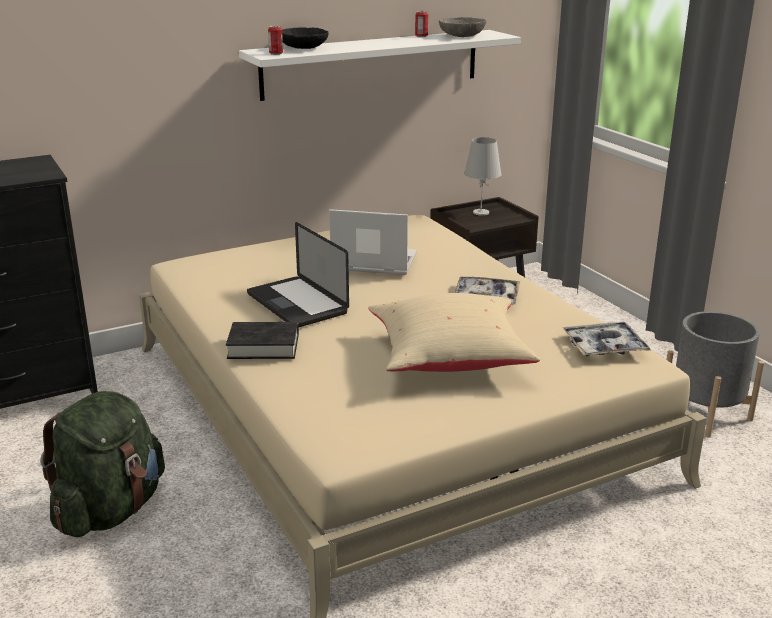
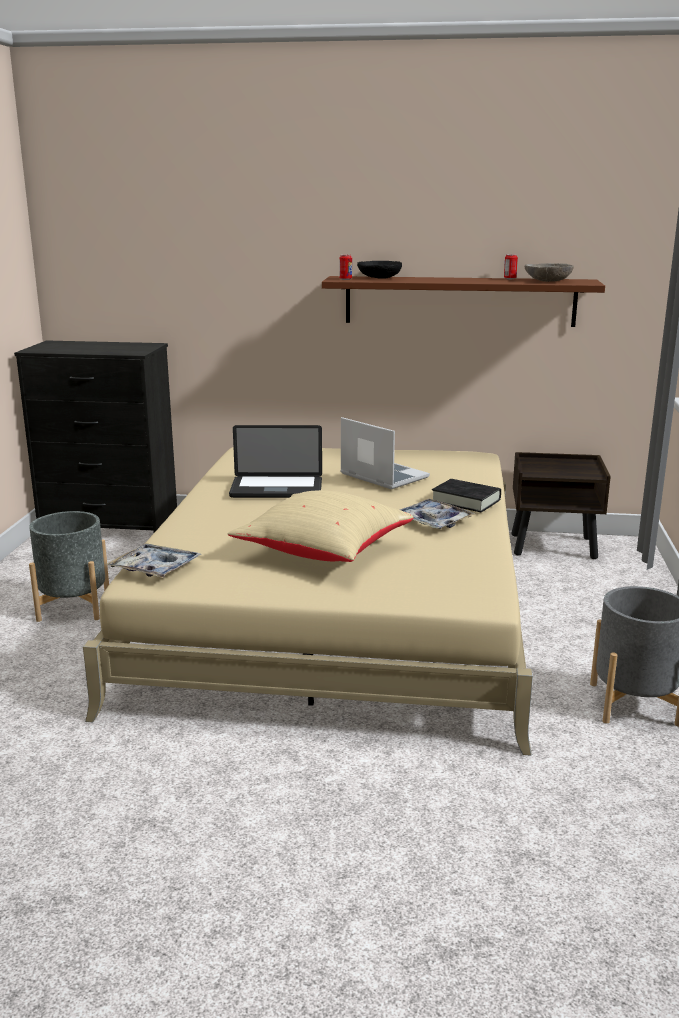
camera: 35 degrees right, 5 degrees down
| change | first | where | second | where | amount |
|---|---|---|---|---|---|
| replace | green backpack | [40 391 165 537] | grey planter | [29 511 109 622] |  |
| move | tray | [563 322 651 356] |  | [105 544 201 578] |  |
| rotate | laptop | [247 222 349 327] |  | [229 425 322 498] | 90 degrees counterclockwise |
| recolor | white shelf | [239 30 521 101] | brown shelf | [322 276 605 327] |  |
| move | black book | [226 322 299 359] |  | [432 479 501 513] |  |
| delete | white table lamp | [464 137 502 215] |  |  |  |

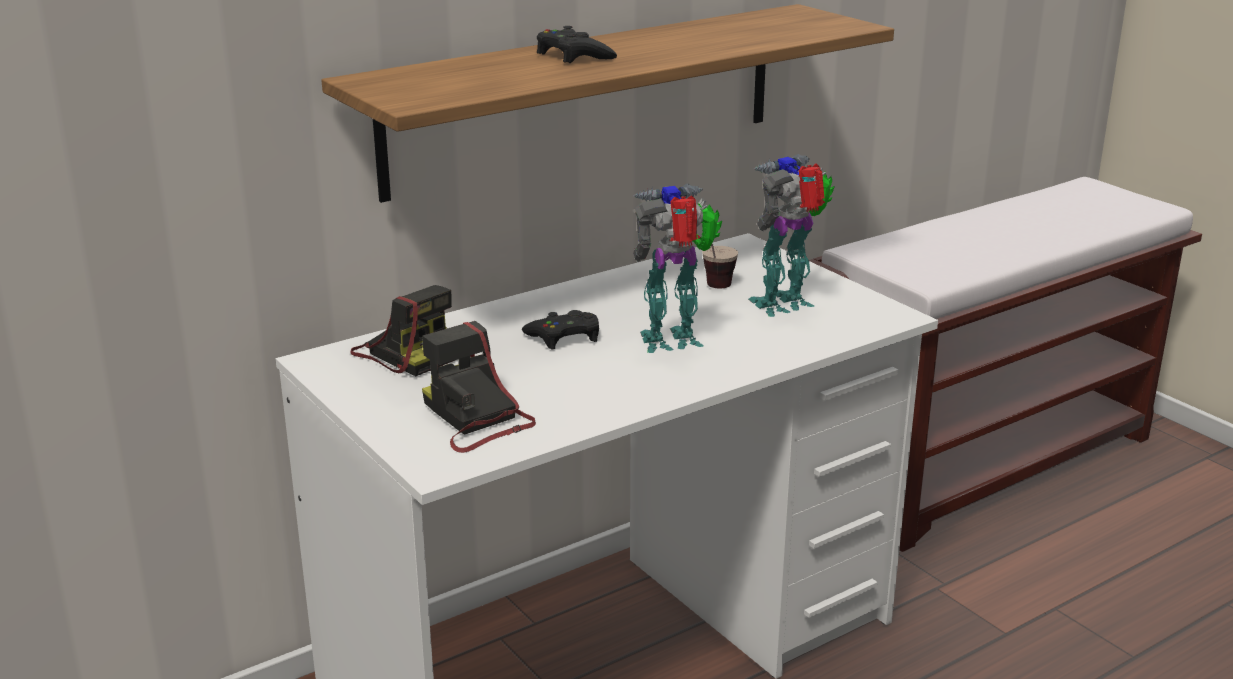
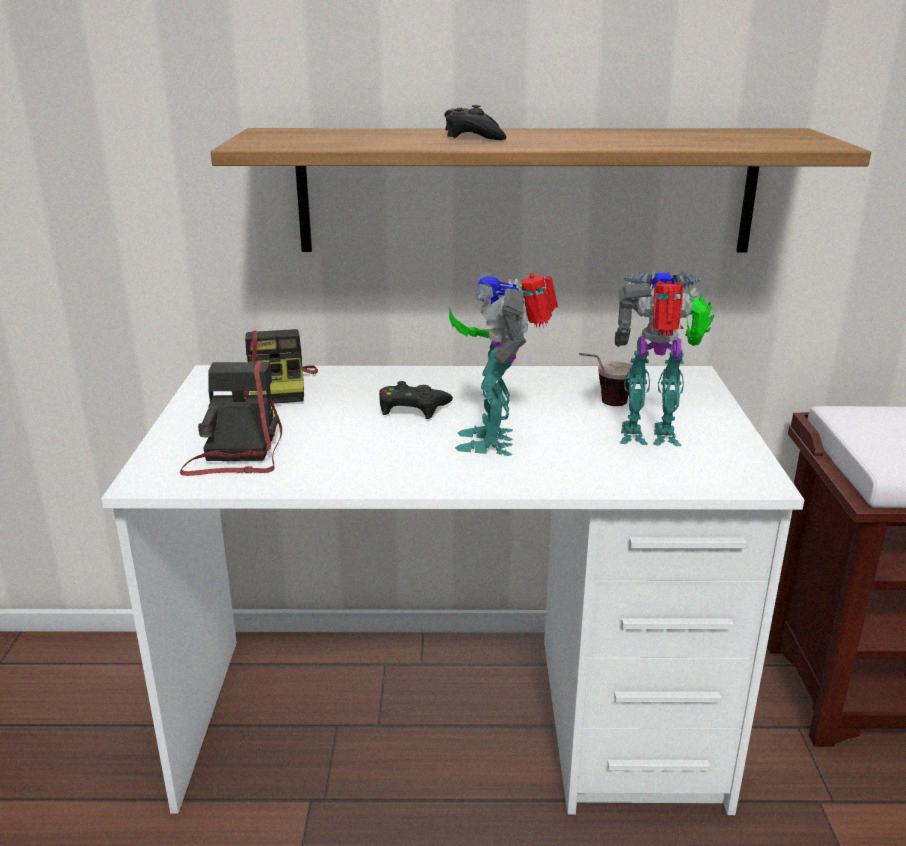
camera: 35 degrees right, 0 degrees up
| change | first | where | second | where | amount |
|---|---|---|---|---|---|
| rotate | toy robot | [633 184 722 353] |  | [449 272 558 456] | 105 degrees counterclockwise |

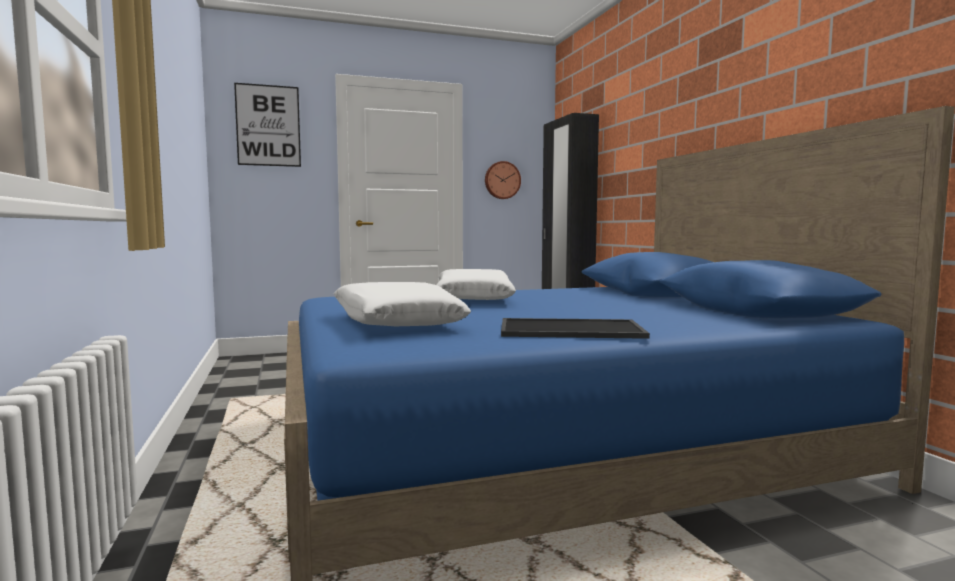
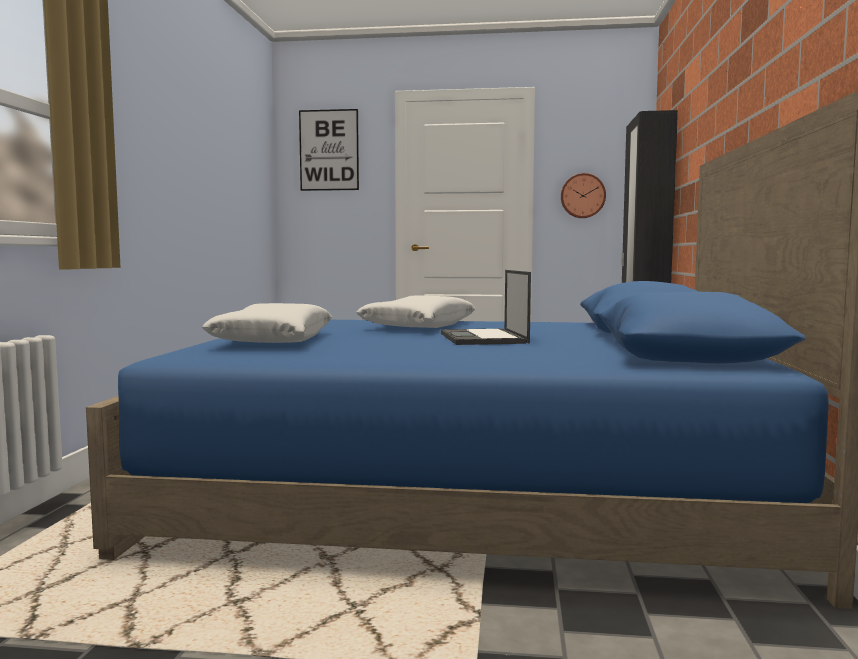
camera: 25 degrees right, 0 degrees up
| change | first | where | second | where | amount |
|---|---|---|---|---|---|
| insert |  |  | laptop | [441 270 531 345] |  |
| delete | tray | [501 318 650 339] |  |  |  |

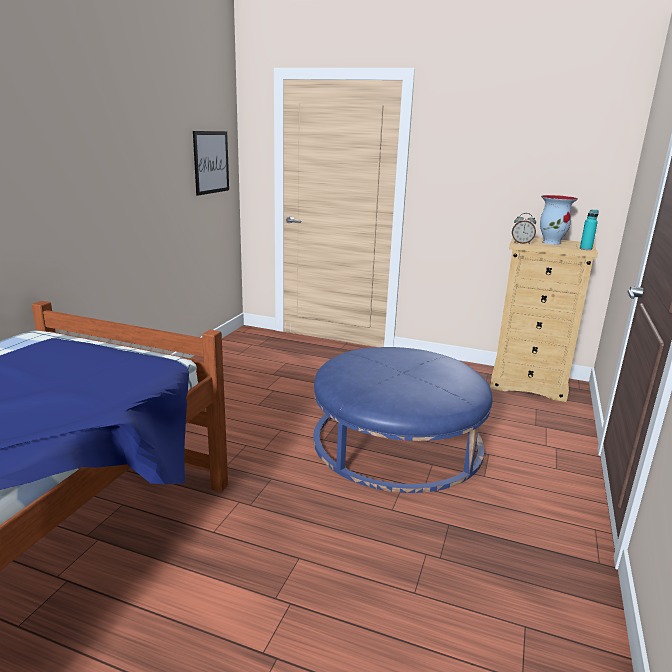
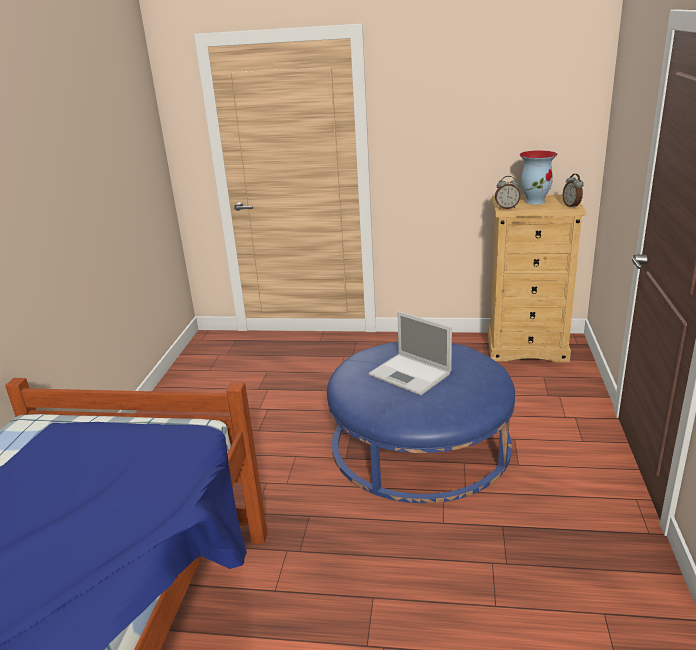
camera: 10 degrees left, 5 degrees up
| change | first | where | second | where | amount |
|---|---|---|---|---|---|
| insert |  |  | laptop | [368 311 452 395] |  |
| replace | turquoise bottle | [580 210 599 250] | alarm clock | [563 174 584 208] |  |
| delete | picture | [193 131 229 196] |  |  |  |

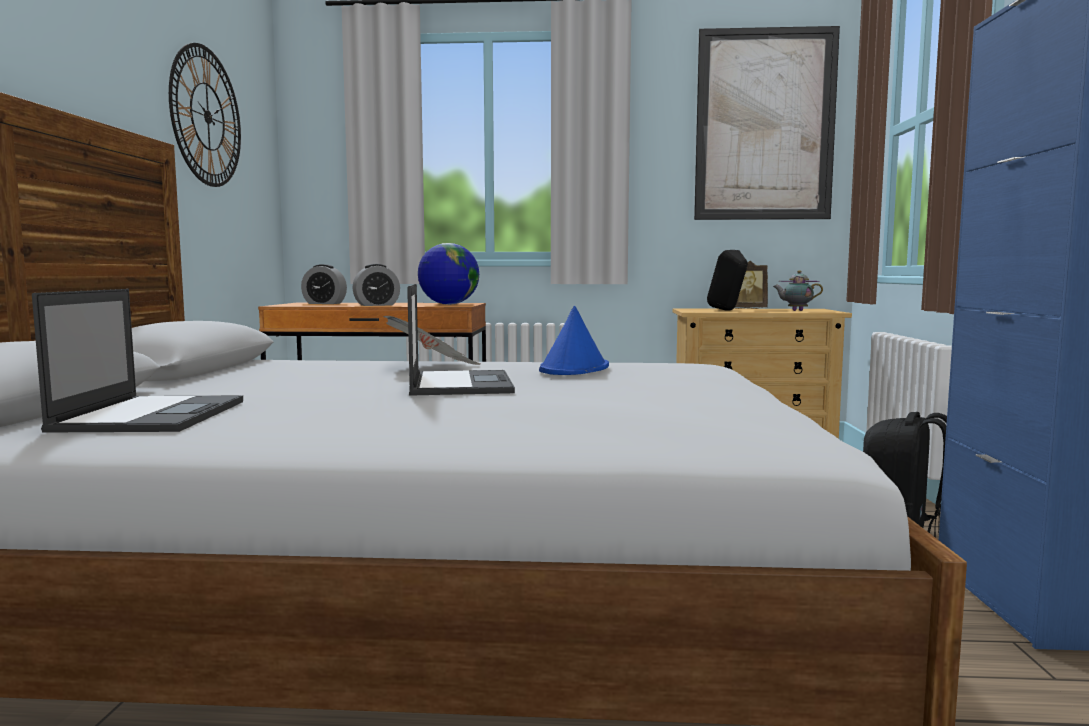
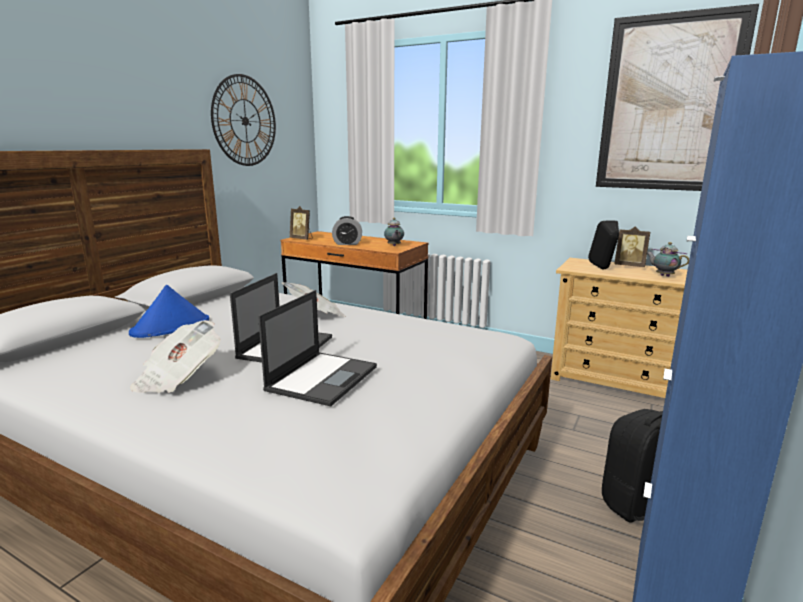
camera: 25 degrees right, 10 degrees up
| change | first | where | second | where | amount |
|---|---|---|---|---|---|
| move | blue hat | [539 306 609 375] |  | [129 285 209 338] |  |
| insert |  |  | newspaper | [130 320 221 393] |  |
| move | laptop | [32 289 243 433] |  | [258 290 377 406] |  |
| insert |  |  | picture frame | [290 206 313 240] |  |
| replace | globe | [418 243 479 305] | teapot | [384 218 404 246] |  |
| delete | alarm clock | [301 264 347 304] |  |  |  |

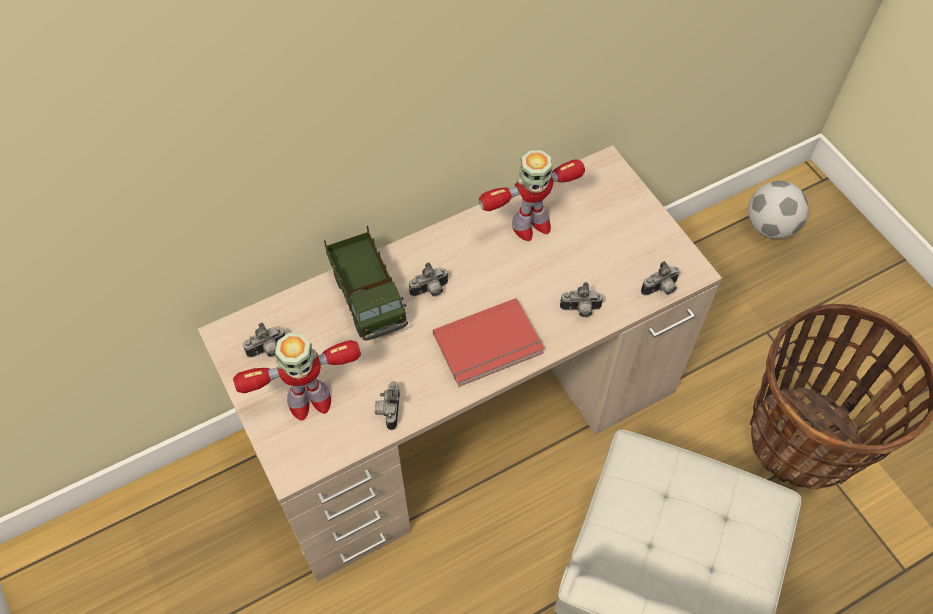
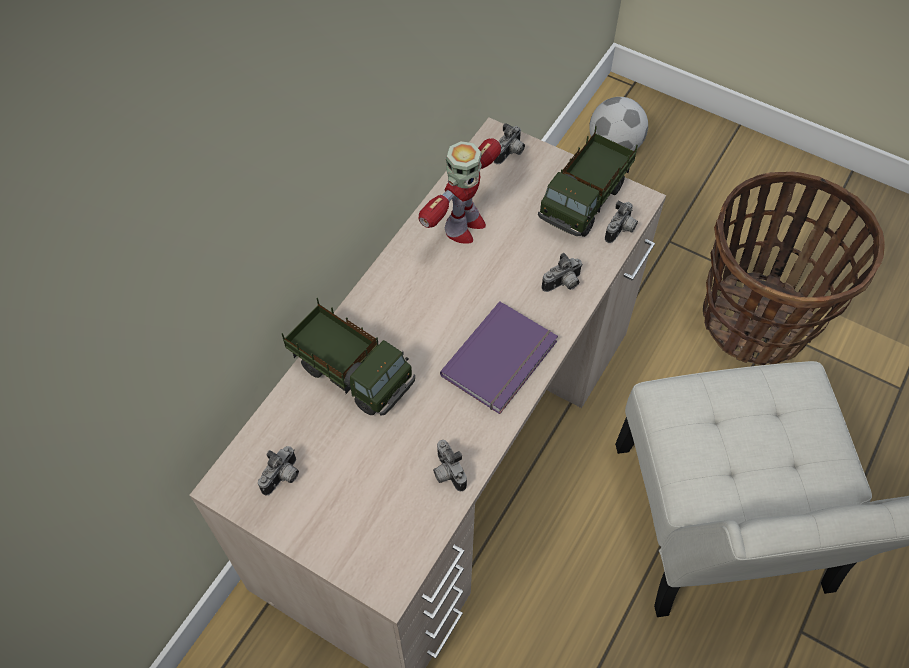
camera: 30 degrees left, 0 degrees up
| change | first | where | second | where | amount |
|---|---|---|---|---|---|
| recolor | red book | [433 298 544 387] | purple book | [440 302 558 414] |  |
| move | photo camera | [409 262 449 297] |  | [493 123 525 164] |  |
| insert |  |  | toy truck | [538 126 638 237] |  |
| delete | toy robot | [233 333 361 420] |  |  |  |

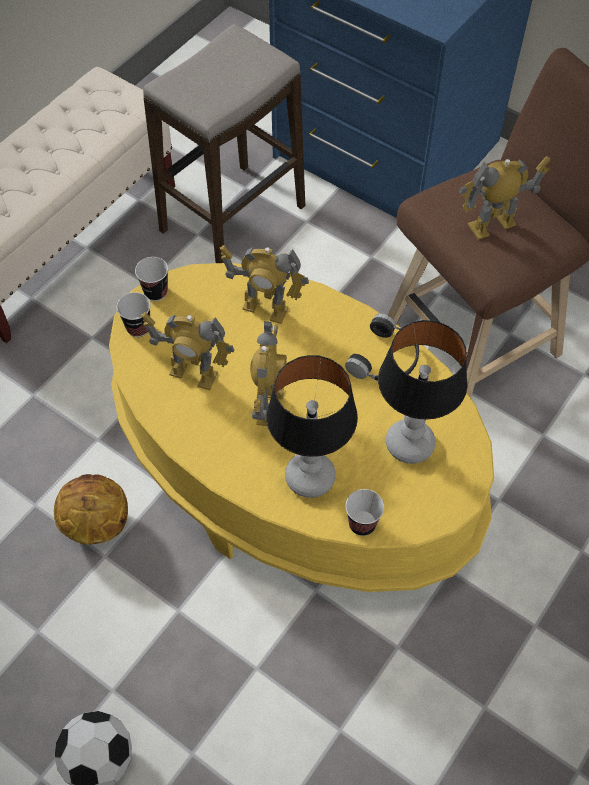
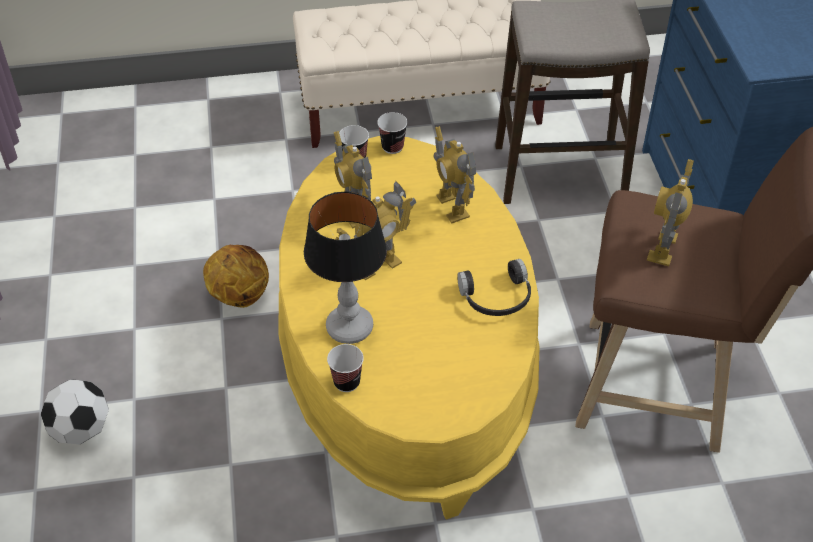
camera: 45 degrees right, 10 degrees down
| change | first | where | second | where | amount |
|---|---|---|---|---|---|
| rotate | toy robot | [459 156 550 240] |  | [647 159 694 266] | 90 degrees counterclockwise |
| delete | table lamp | [378 320 467 464] |  |  |  |

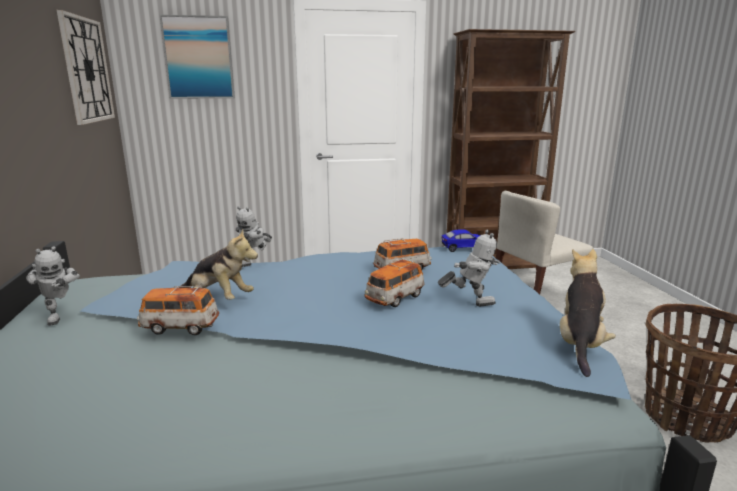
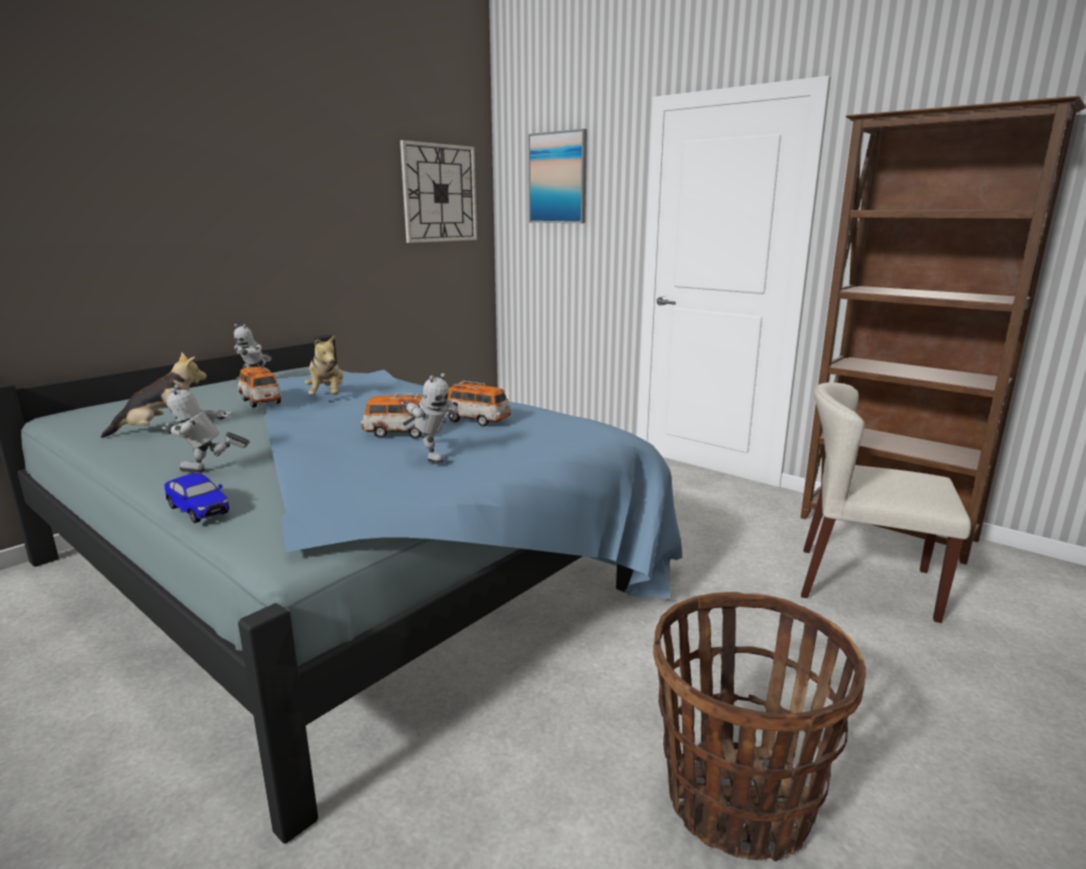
camera: 50 degrees right, 0 degrees up
| change | first | where | second | where | amount |
|---|---|---|---|---|---|
| move | plush toy | [560 249 616 377] |  | [101 352 207 438] |  |
| move | toy robot | [236 206 272 267] |  | [162 384 250 473] |  |
| move | toy car | [442 229 480 252] |  | [165 473 229 523] |  |

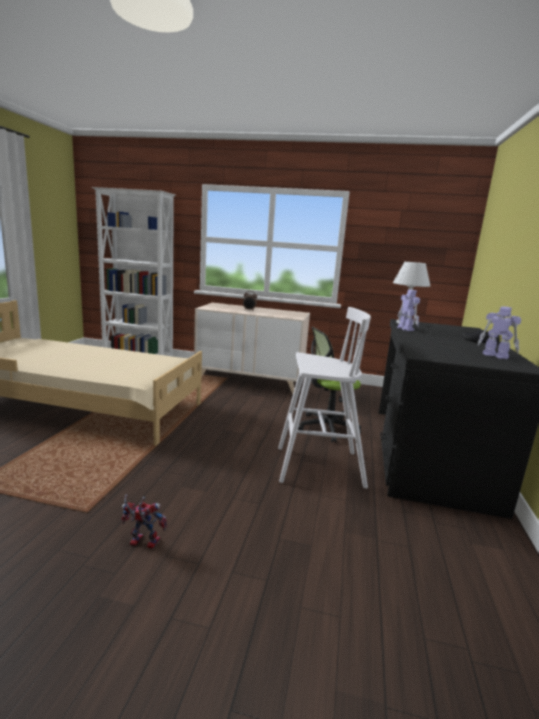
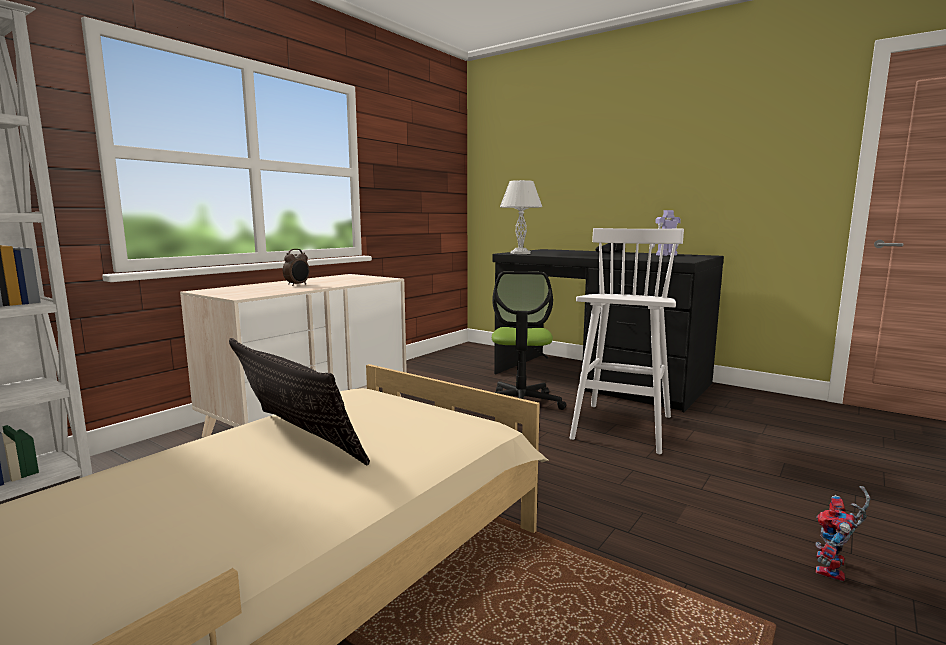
camera: 65 degrees left, 5 degrees down
| change | first | where | second | where | amount |
|---|---|---|---|---|---|
| insert |  |  | pillow | [229 338 370 465] |  |
| delete | toy robot | [397 290 420 331] |  |  |  |

